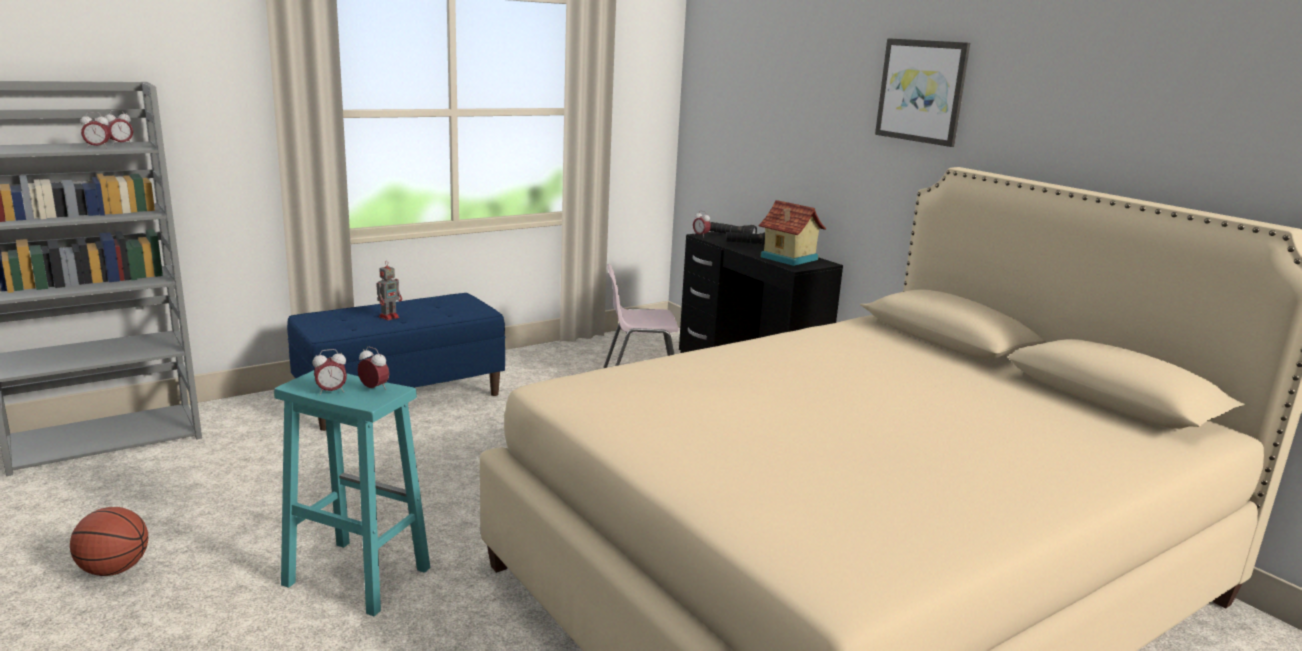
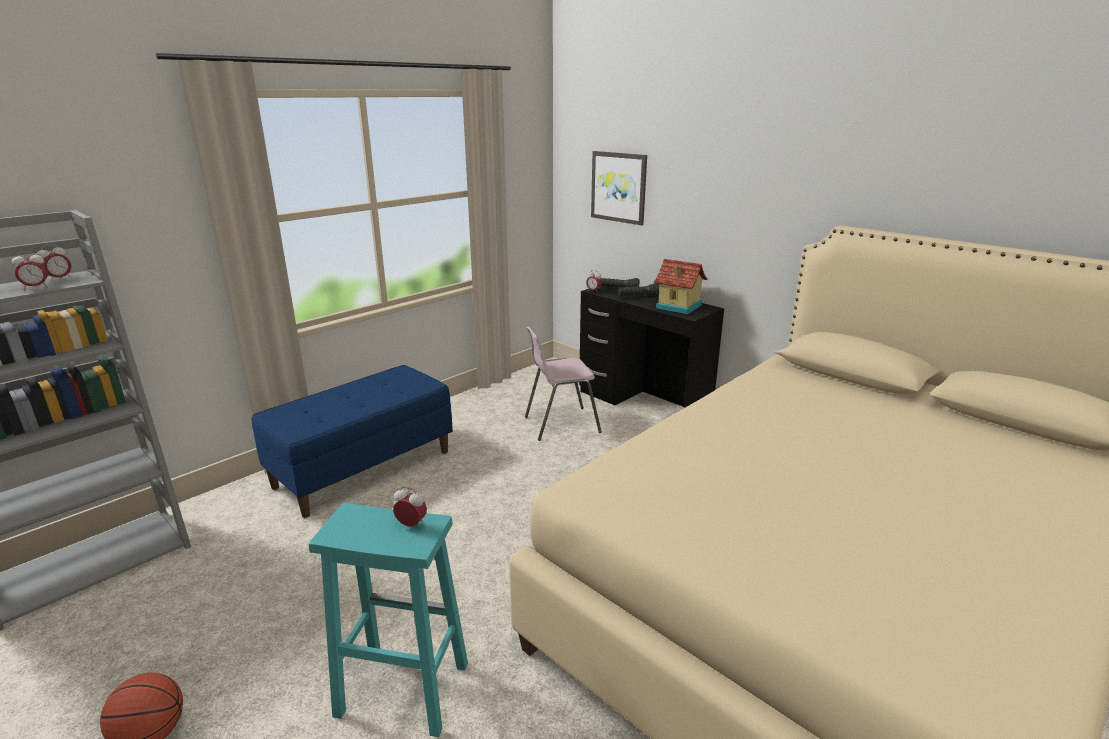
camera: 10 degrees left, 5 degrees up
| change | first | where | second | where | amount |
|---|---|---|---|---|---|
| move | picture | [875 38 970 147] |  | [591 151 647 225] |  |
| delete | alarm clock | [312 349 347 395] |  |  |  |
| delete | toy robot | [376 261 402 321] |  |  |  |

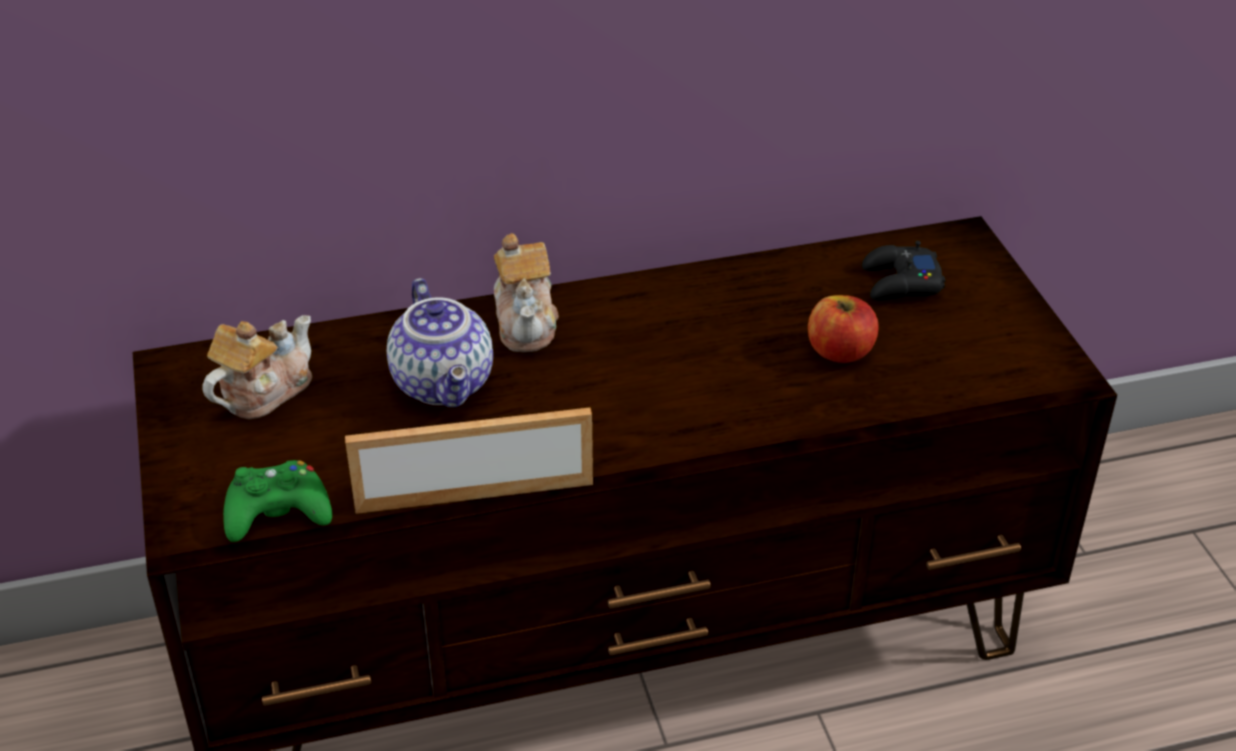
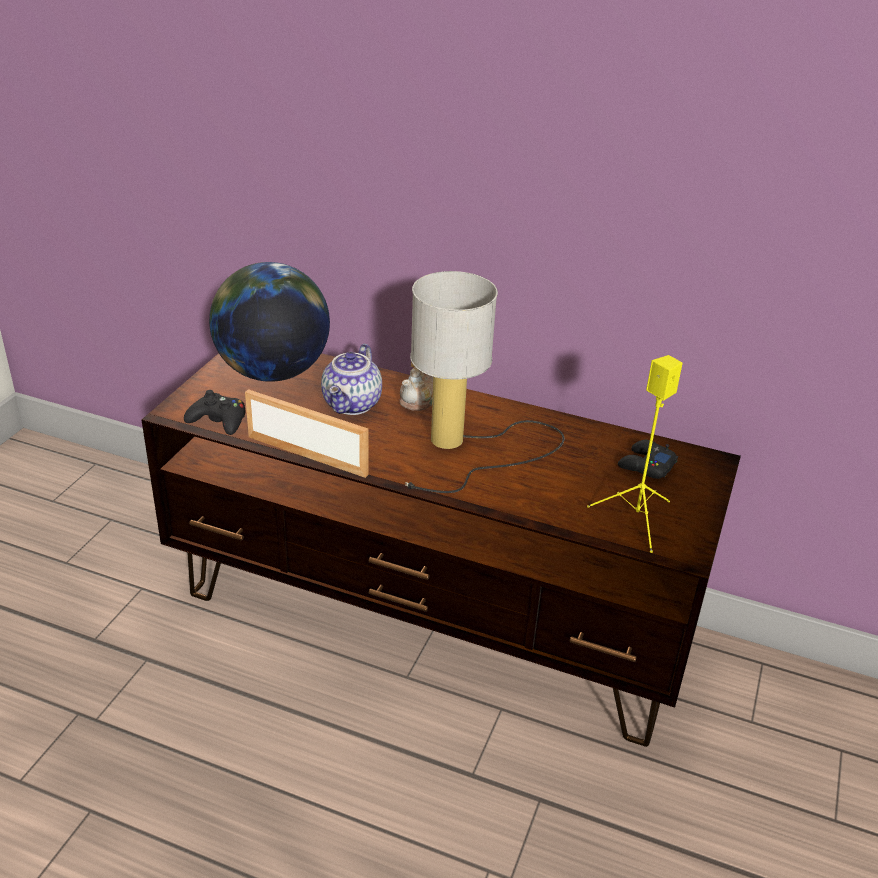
camera: 35 degrees right, 5 degrees down
| change | first | where | second | where | amount |
|---|---|---|---|---|---|
| recolor | green game controller | [223 460 332 542] | black game controller | [184 390 246 435] |  |
| replace | teapot | [202 315 312 419] | globe | [209 262 330 382] |  |
| insert |  |  | table lamp | [405 271 564 493] |  |
| insert |  |  | yellow speaker | [587 355 683 553] |  |
| delete | apple | [808 295 879 363] |  |  |  |

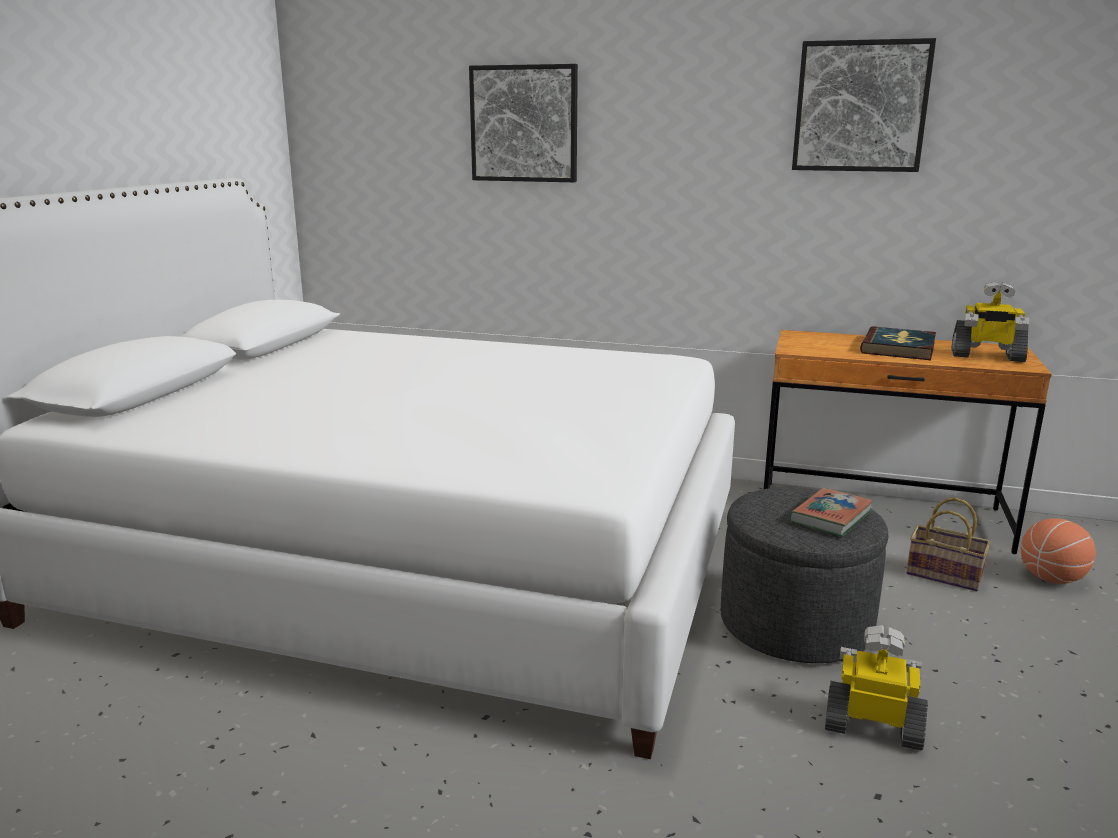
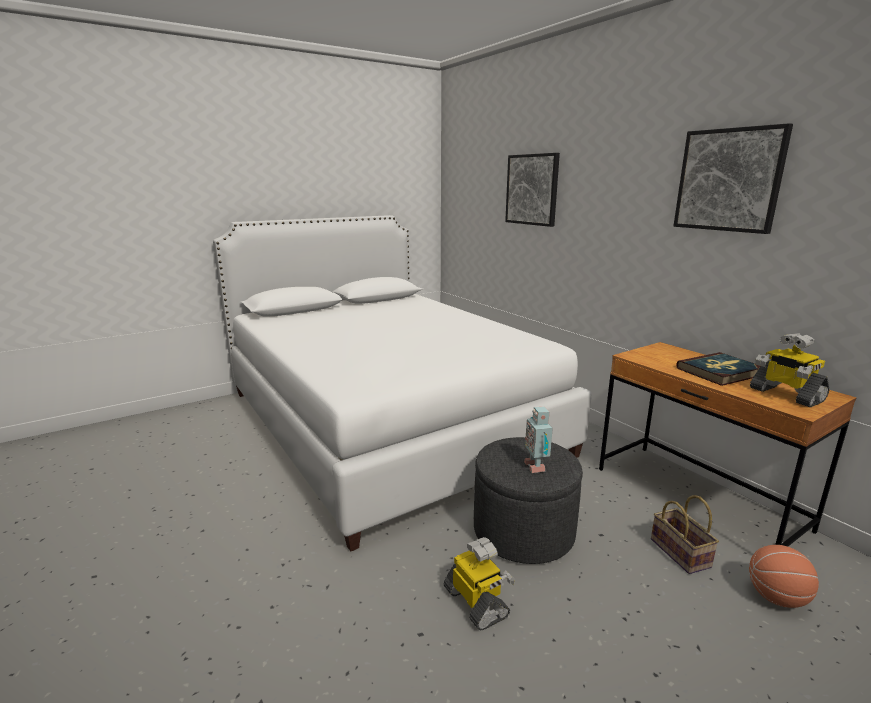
camera: 40 degrees right, 0 degrees up
| change | first | where | second | where | amount |
|---|---|---|---|---|---|
| replace | book | [789 488 874 537] | toy robot | [524 407 553 473] |  |

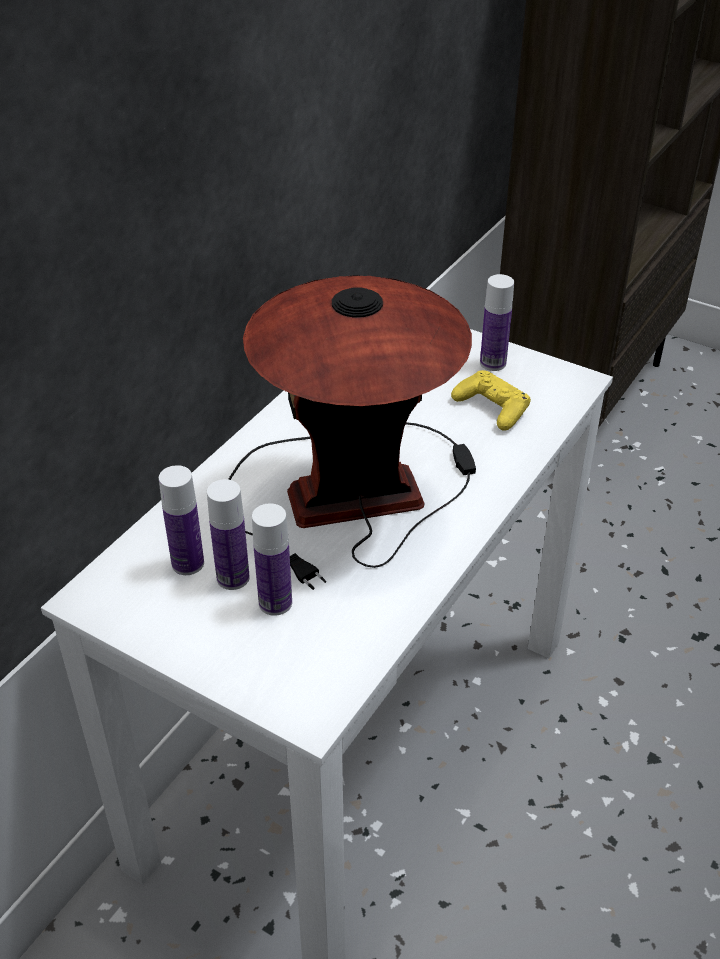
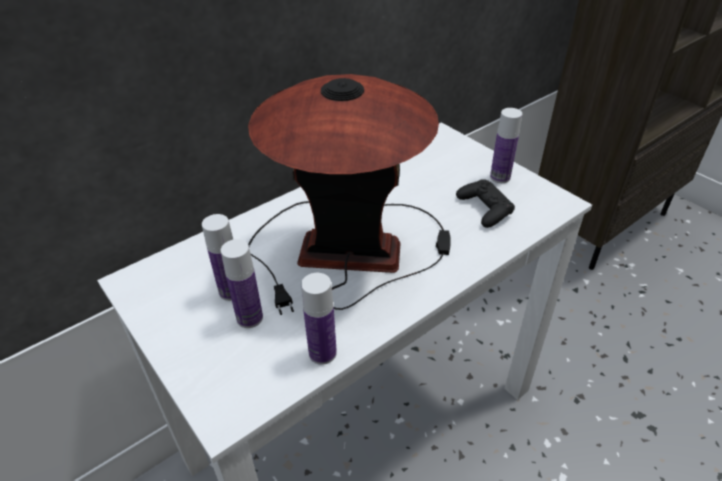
camera: 20 degrees right, 0 degrees up
| change | first | where | second | where | amount |
|---|---|---|---|---|---|
| move | bottle | [159 465 204 575] |  | [301 273 337 365] |  |
| recolor | yellow game controller | [451 370 531 431] | black game controller | [456 179 515 228] |  |

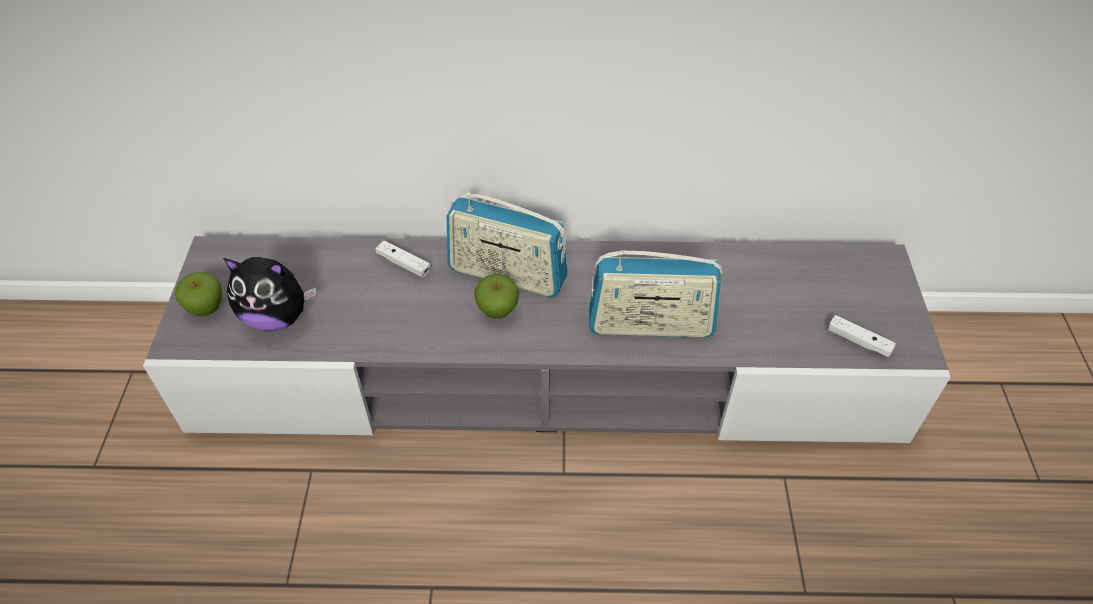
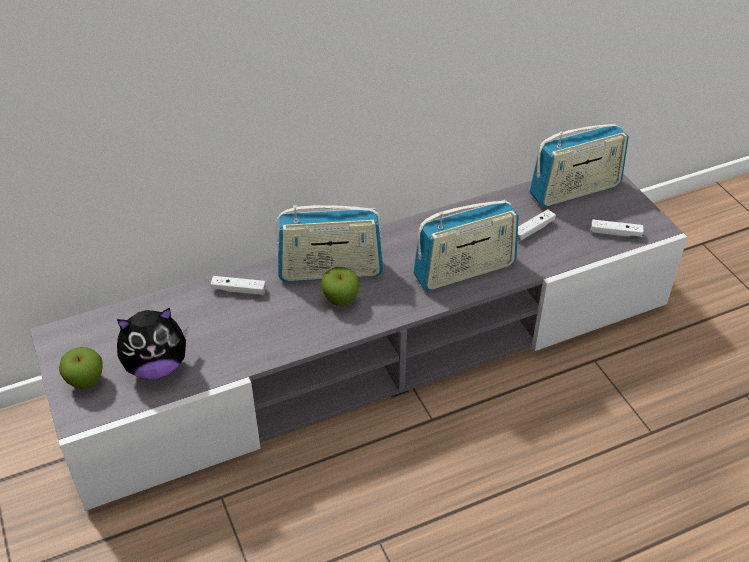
camera: 25 degrees left, 5 degrees down
| change | first | where | second | where | amount |
|---|---|---|---|---|---|
| insert |  |  | white game controller | [517 209 556 242] |  |
| insert |  |  | radio | [529 124 629 207] |  |

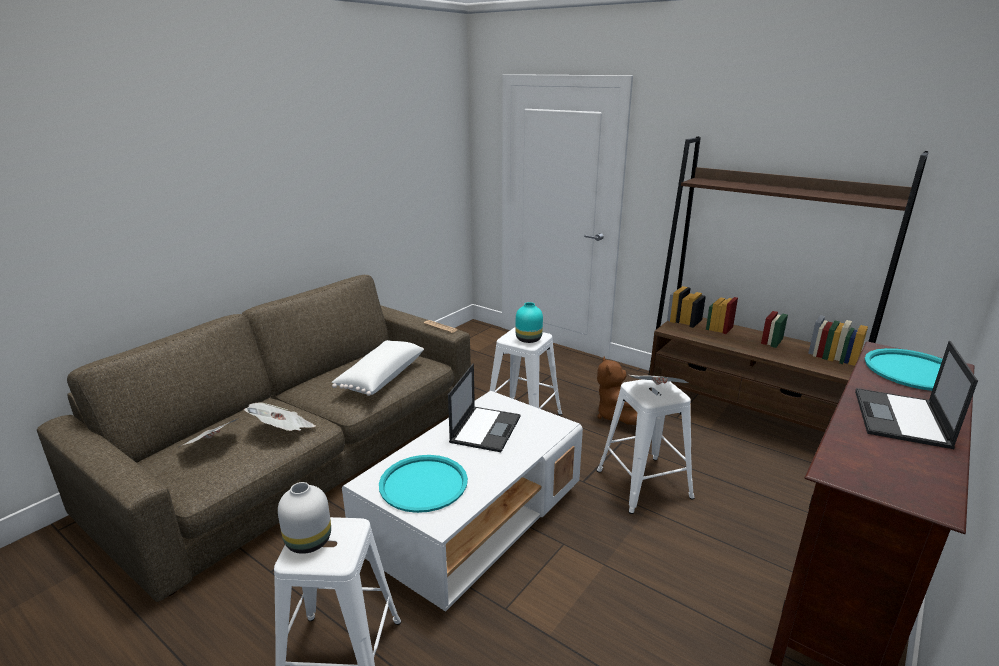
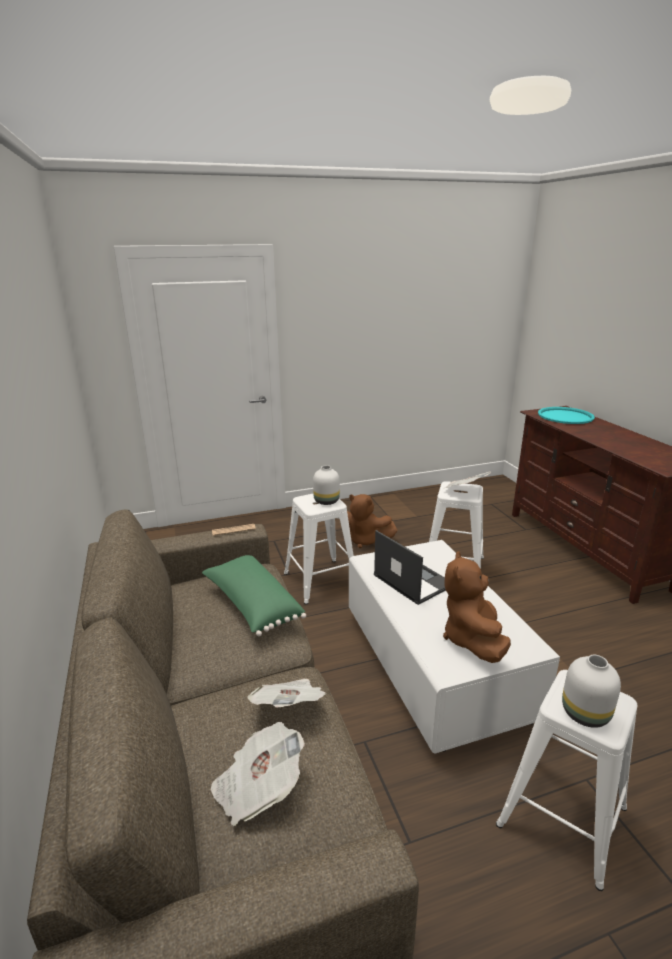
camera: 55 degrees left, 0 degrees up
| change | first | where | second | where | amount |
|---|---|---|---|---|---|
| recolor | white pillow | [332 340 424 396] | green pillow | [202 555 306 636] |  |
| recolor | turquoise vase | [516 302 543 343] | white vase | [313 465 340 505] |  |
| replace | turquoise tray | [379 455 468 513] | brown plush toy | [443 551 511 663] |  |
| delete | brown bookcase | [648 136 929 432] |  |  |  |
| delete | laptop | [855 341 978 449] |  |  |  |

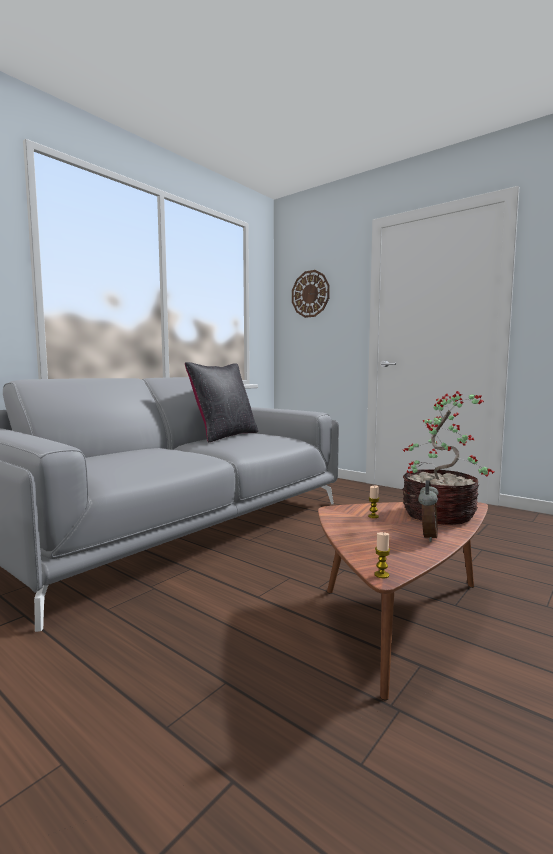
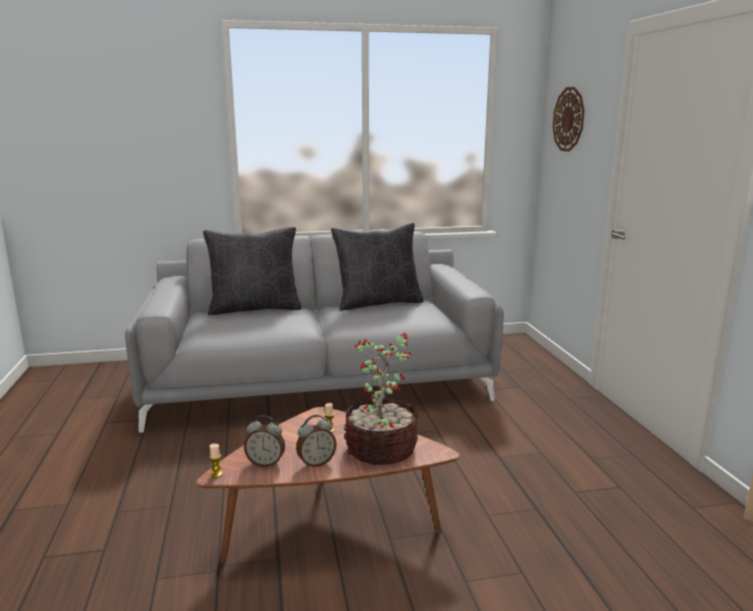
camera: 40 degrees right, 10 degrees up
| change | first | where | second | where | amount |
|---|---|---|---|---|---|
| insert |  |  | black pillow | [203 227 302 315] |  |
| insert |  |  | alarm clock | [244 415 285 467] |  |

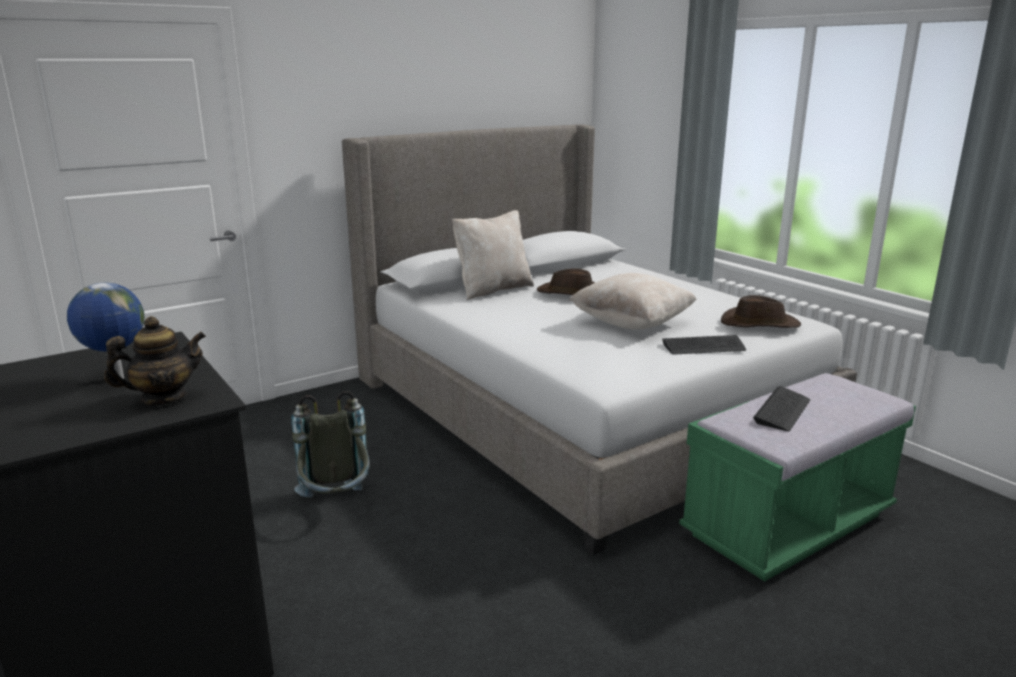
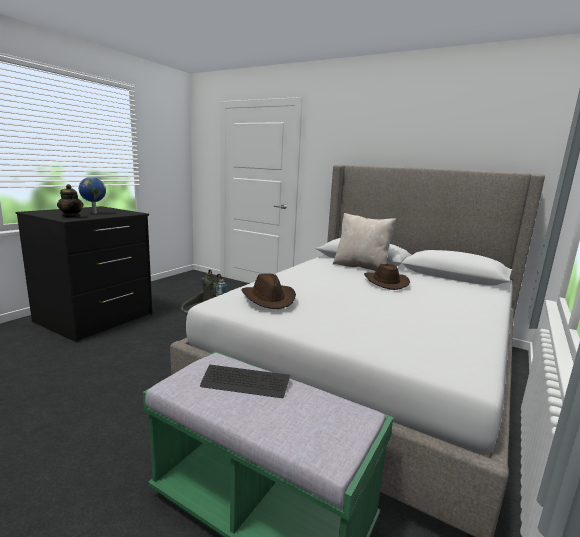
camera: 65 degrees right, 5 degrees down
| change | first | where | second | where | amount |
|---|---|---|---|---|---|
| move | brown hat | [721 295 801 328] |  | [241 273 296 309] |  |
| delete | beige pillow | [569 273 696 329] |  |  |  |
| delete | keyboard | [662 335 746 355] |  |  |  |

